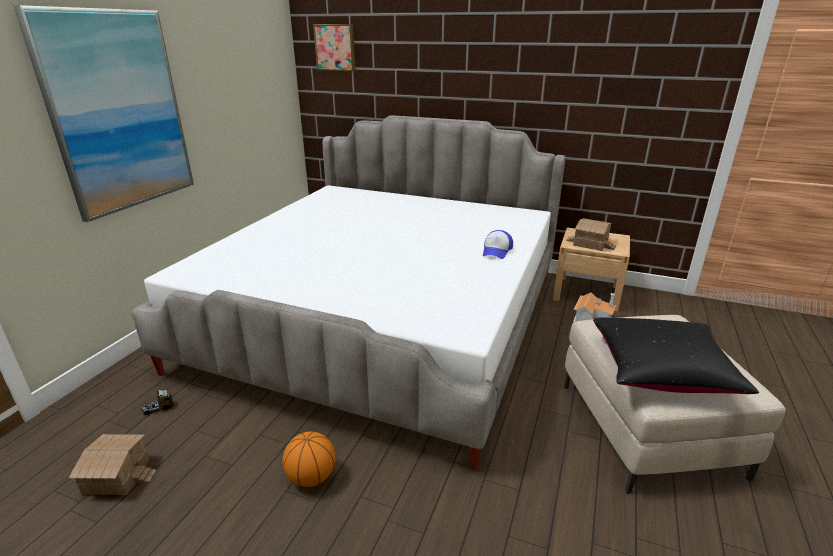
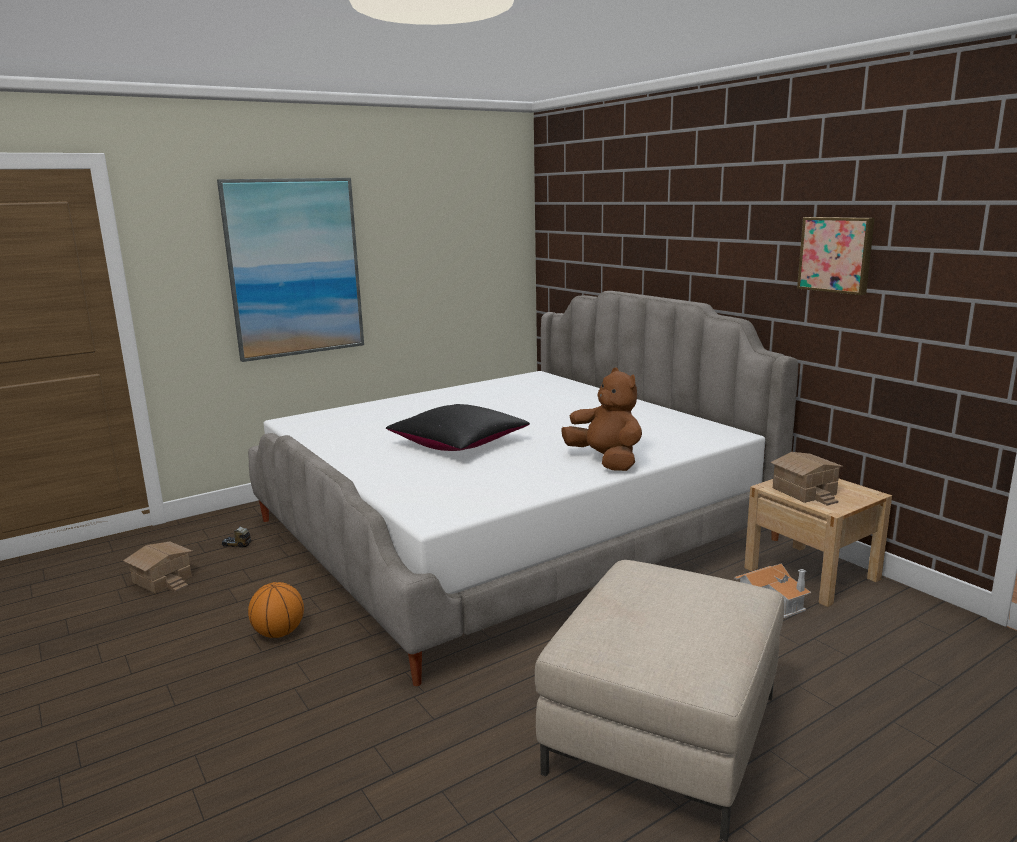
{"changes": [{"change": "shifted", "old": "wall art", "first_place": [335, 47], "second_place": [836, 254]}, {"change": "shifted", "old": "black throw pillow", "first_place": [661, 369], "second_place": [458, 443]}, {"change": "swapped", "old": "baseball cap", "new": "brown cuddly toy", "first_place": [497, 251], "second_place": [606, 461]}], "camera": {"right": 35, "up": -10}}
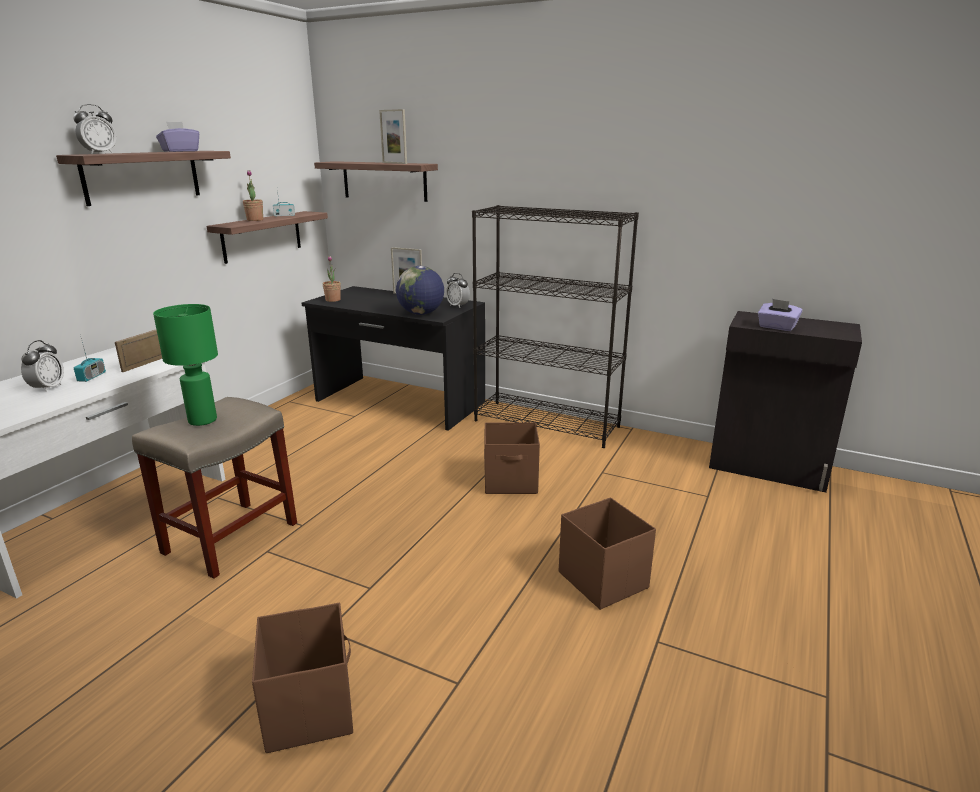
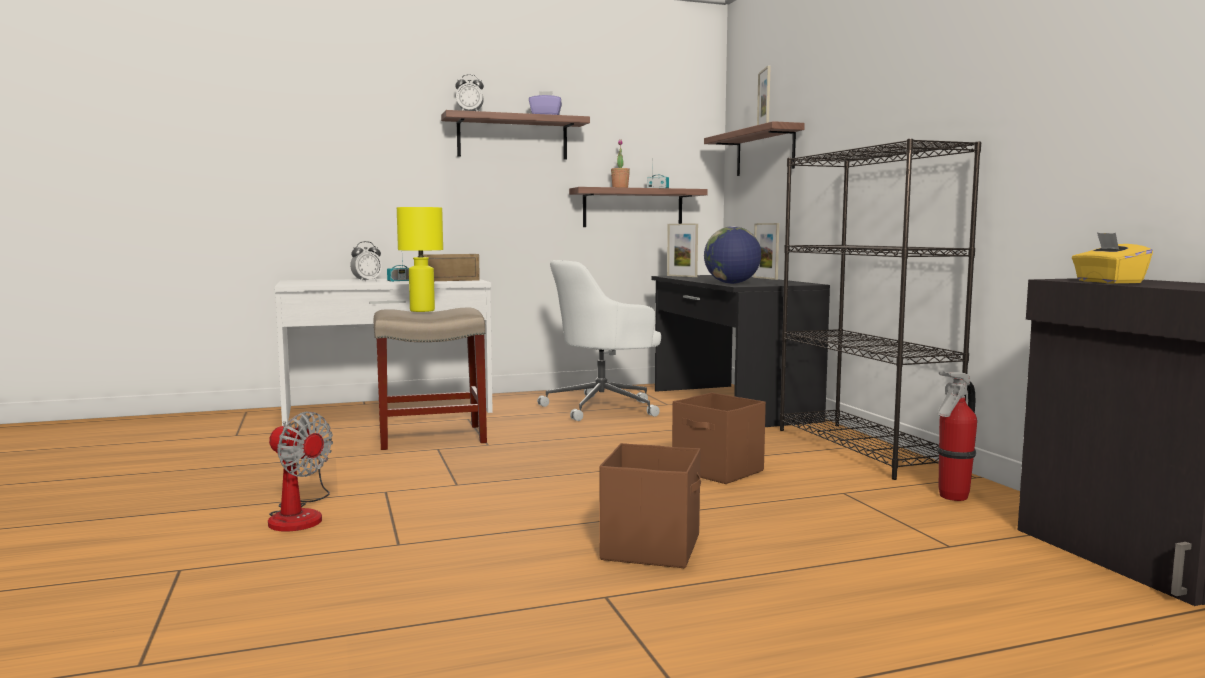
{"changes": [{"change": "gone", "old": "bedside clock", "first_place": [458, 306]}, {"change": "new", "new": "white-coloured computer chair", "second_place": [603, 407]}, {"change": "new", "new": "fire extinguisher", "second_place": [953, 497]}, {"change": "swapped", "old": "brown storage container", "new": "fan", "first_place": [310, 707], "second_place": [299, 515]}, {"change": "swapped", "old": "potted plant", "new": "picture frame", "first_place": [333, 300], "second_place": [681, 276]}, {"change": "repainted", "old": "greenish table lamp", "new": "yellow table lamp", "first_place": [202, 421], "second_place": [421, 311]}, {"change": "repainted", "old": "purple tissue holder", "new": "yellow tissue holder", "first_place": [776, 327], "second_place": [1108, 282]}], "camera": {"right": 45, "up": -15}}
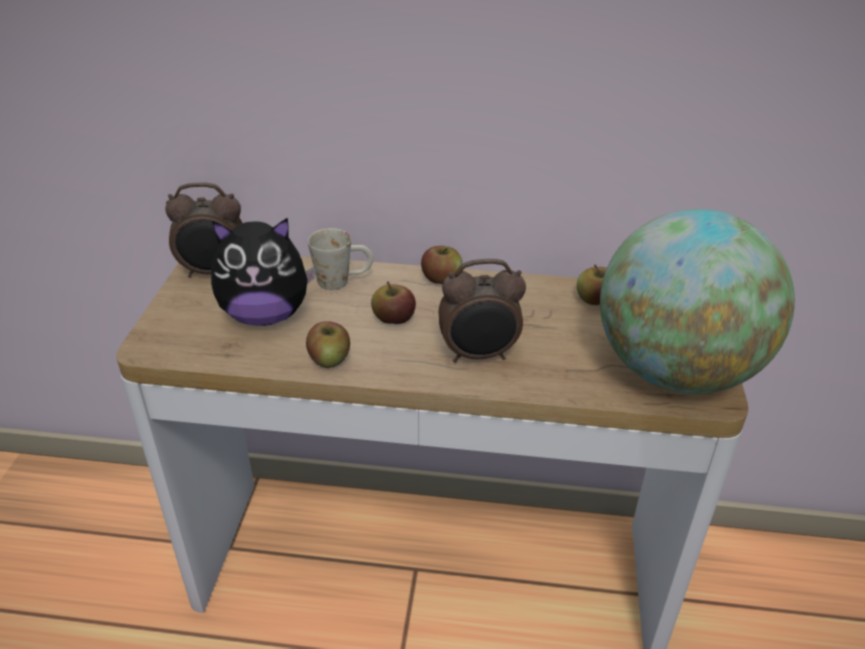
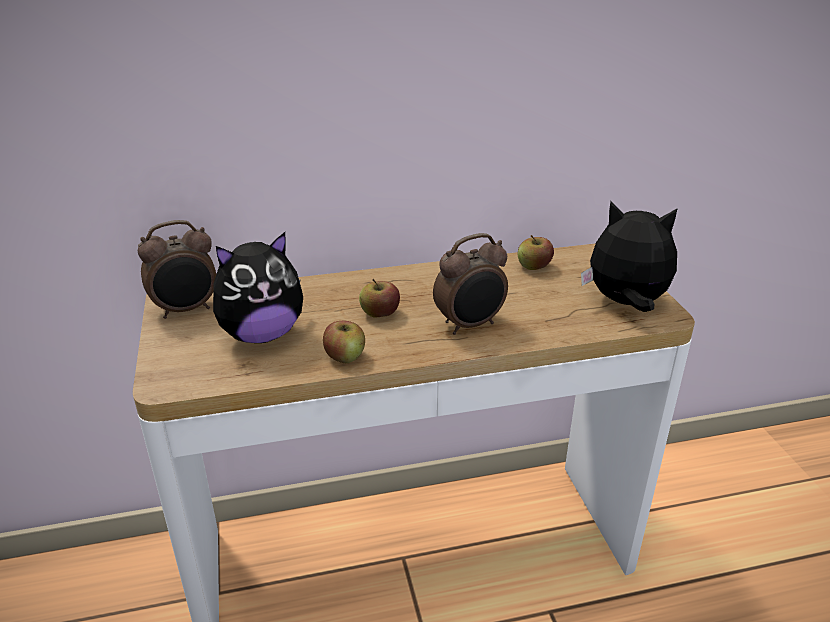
{"changes": [{"change": "gone", "old": "white-coloured coffee mug", "first_place": [343, 280]}, {"change": "gone", "old": "apple", "first_place": [441, 279]}, {"change": "swapped", "old": "globe", "new": "cuddly toy", "first_place": [675, 371], "second_place": [625, 303]}], "camera": {"right": -20, "up": -5}}
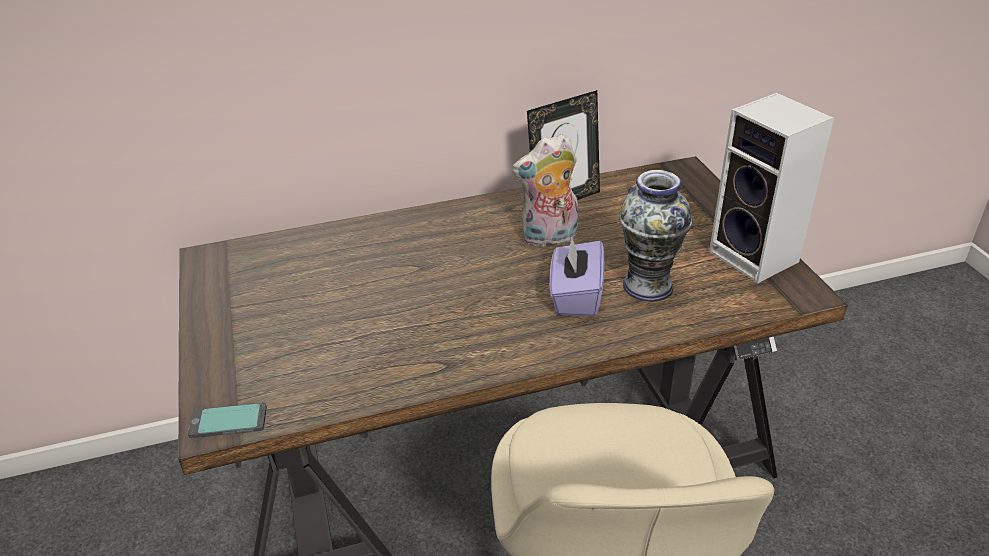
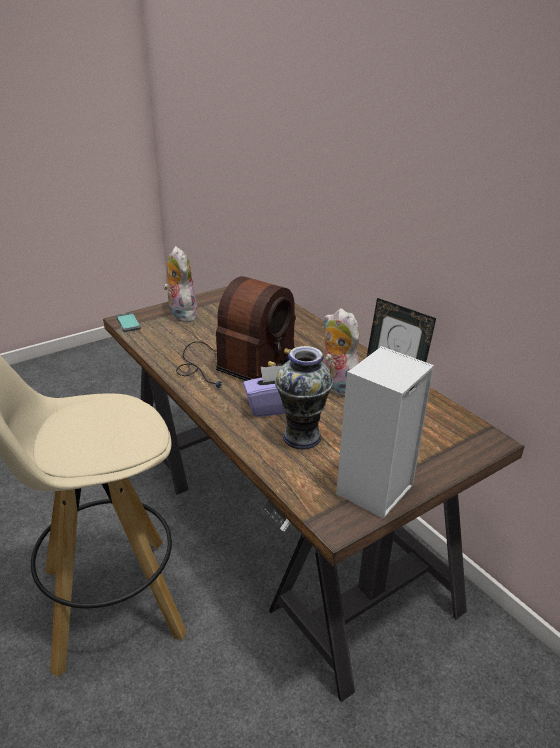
{"changes": [{"change": "new", "new": "cuddly toy", "second_place": [181, 314]}, {"change": "new", "new": "radio receiver", "second_place": [234, 364]}], "camera": {"right": 70, "up": -5}}
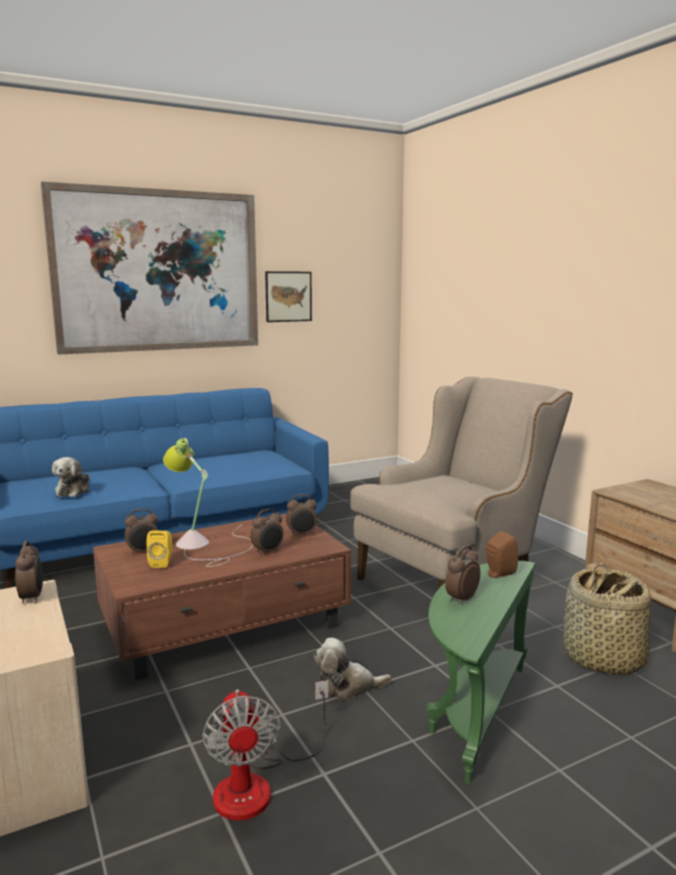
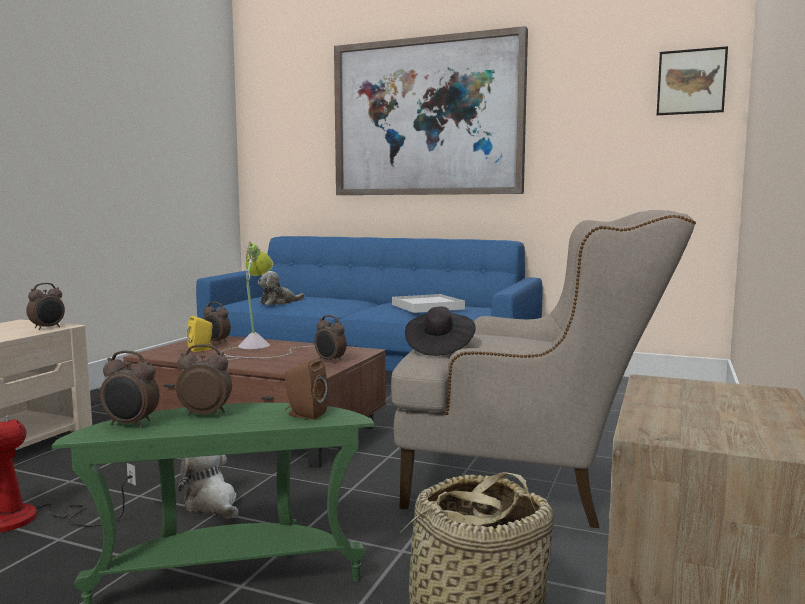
{"changes": [{"change": "new", "new": "white-coloured serving tray", "second_place": [427, 307]}, {"change": "new", "new": "black clothing hat", "second_place": [439, 348]}, {"change": "shifted", "old": "bedside clock", "first_place": [268, 552], "second_place": [131, 424]}, {"change": "shifted", "old": "wall art", "first_place": [288, 296], "second_place": [691, 82]}], "camera": {"right": 50, "up": -5}}
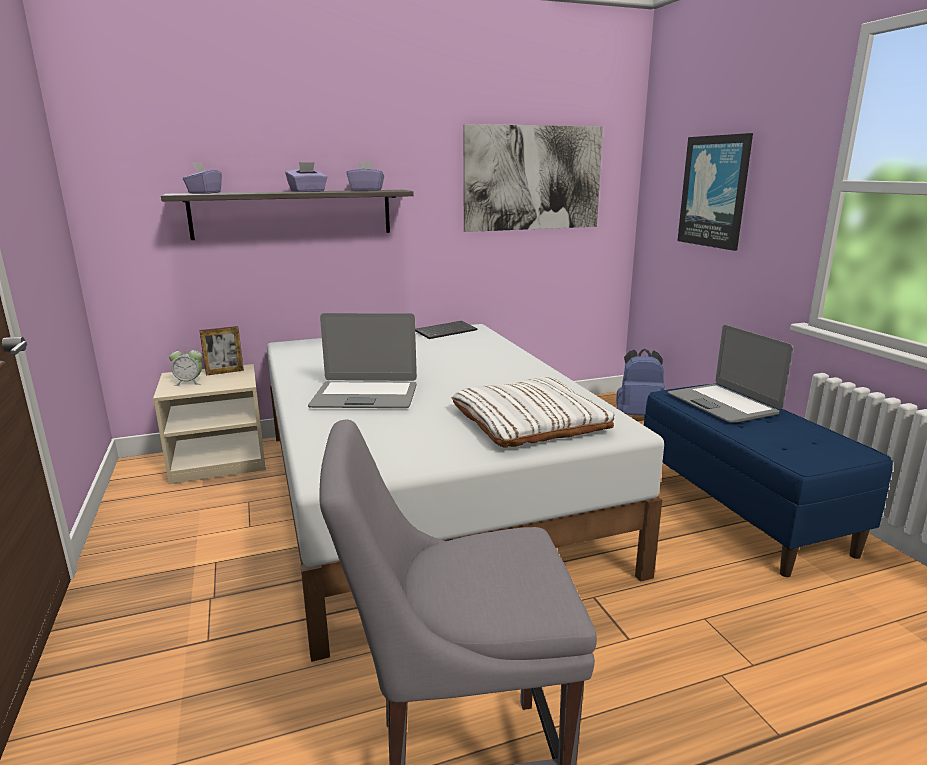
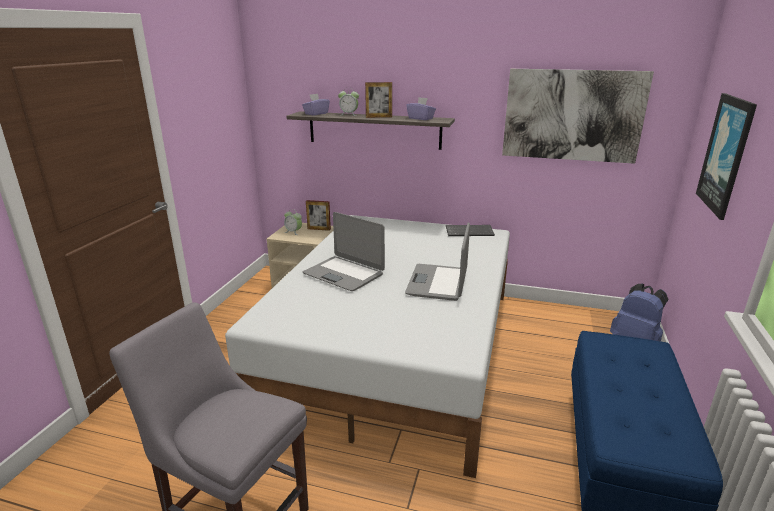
{"changes": [{"change": "gone", "old": "white-coloured throw pillow", "first_place": [529, 421]}, {"change": "new", "new": "bedside clock", "second_place": [349, 114]}, {"change": "shifted", "old": "laptop", "first_place": [723, 404], "second_place": [438, 283]}, {"change": "swapped", "old": "purple tissue holder", "new": "picture frame", "first_place": [308, 191], "second_place": [379, 117]}], "camera": {"right": 35, "up": 5}}
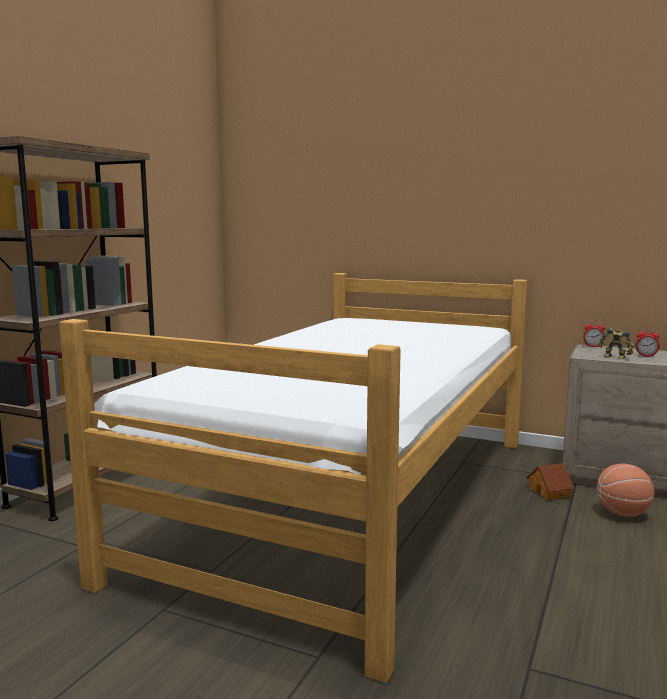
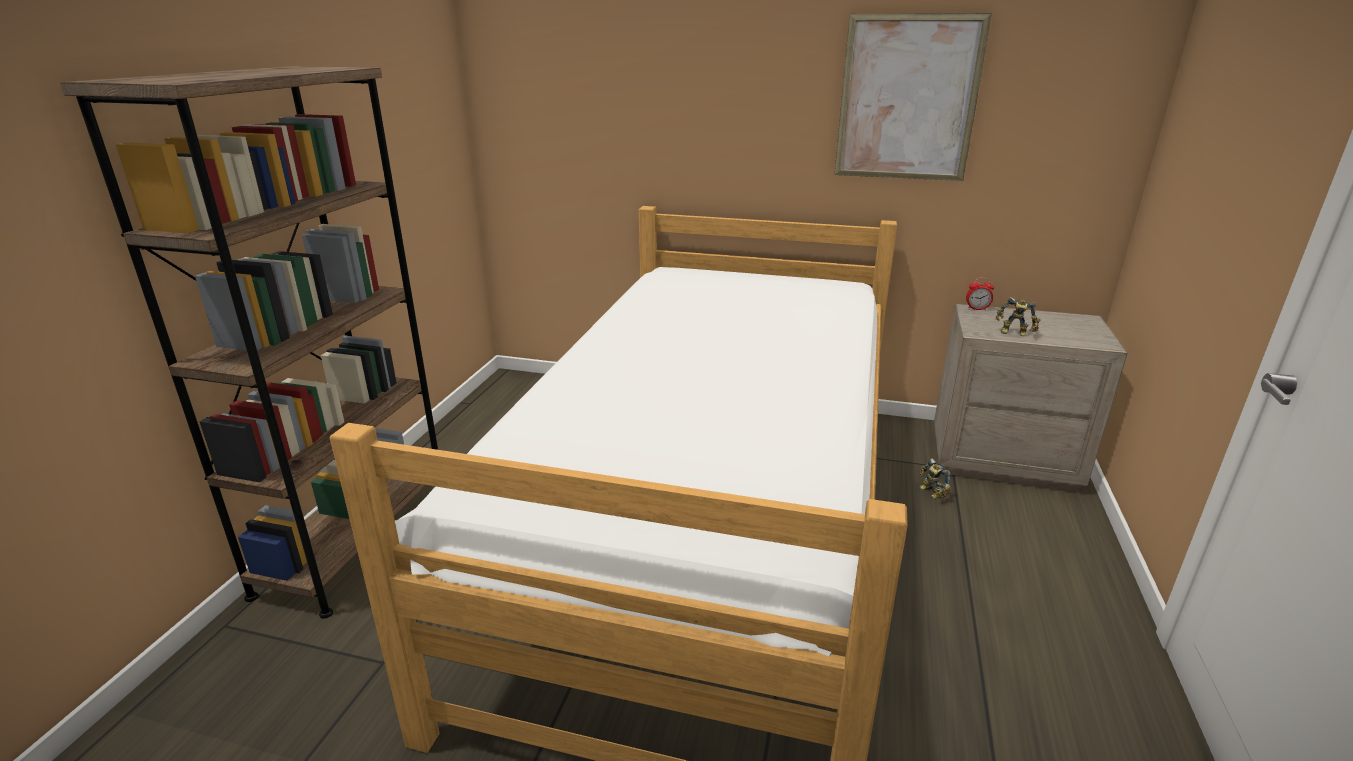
{"changes": [{"change": "gone", "old": "basketball ball", "first_place": [623, 513]}, {"change": "gone", "old": "bedside clock", "first_place": [646, 356]}, {"change": "new", "new": "wall art", "second_place": [907, 99]}, {"change": "swapped", "old": "miniature house", "new": "robot figure", "first_place": [550, 492], "second_place": [930, 493]}], "camera": {"right": -10, "up": 15}}
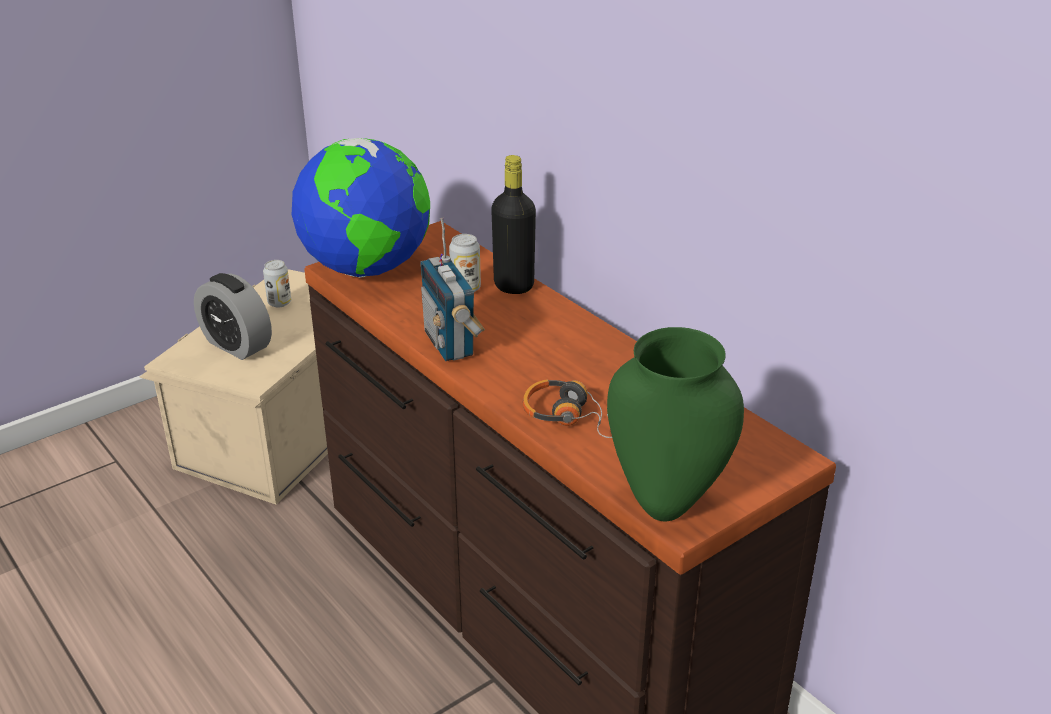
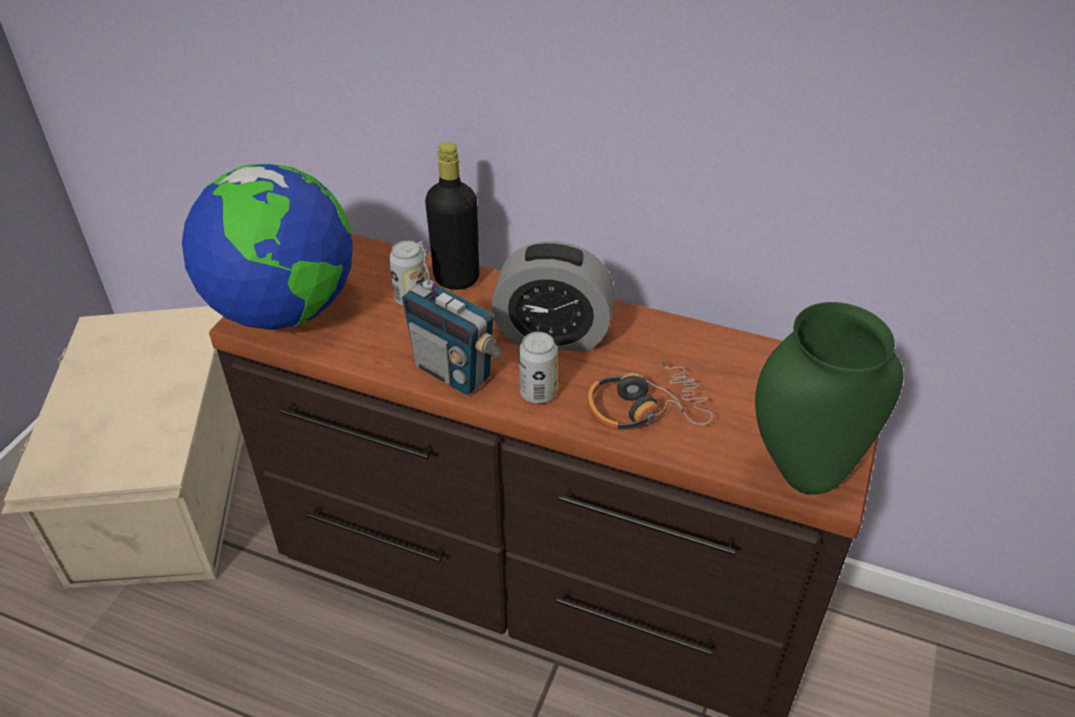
{"changes": [{"change": "shifted", "old": "bedside clock", "first_place": [237, 345], "second_place": [552, 335]}, {"change": "shifted", "old": "metal can", "first_place": [279, 303], "second_place": [538, 393]}], "camera": {"right": -30, "up": 10}}
